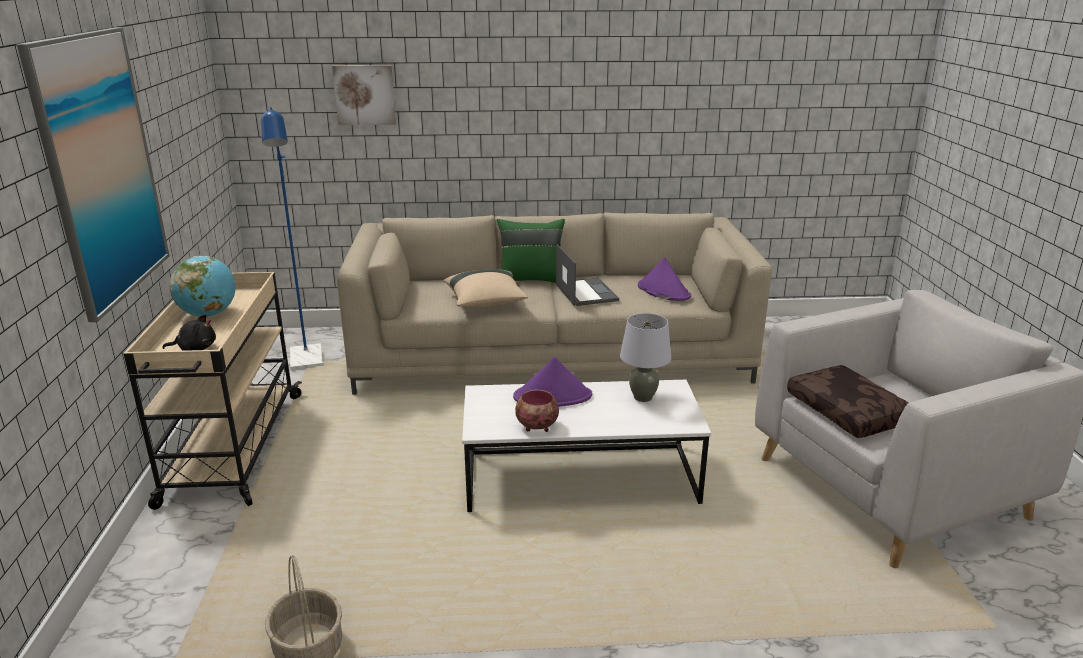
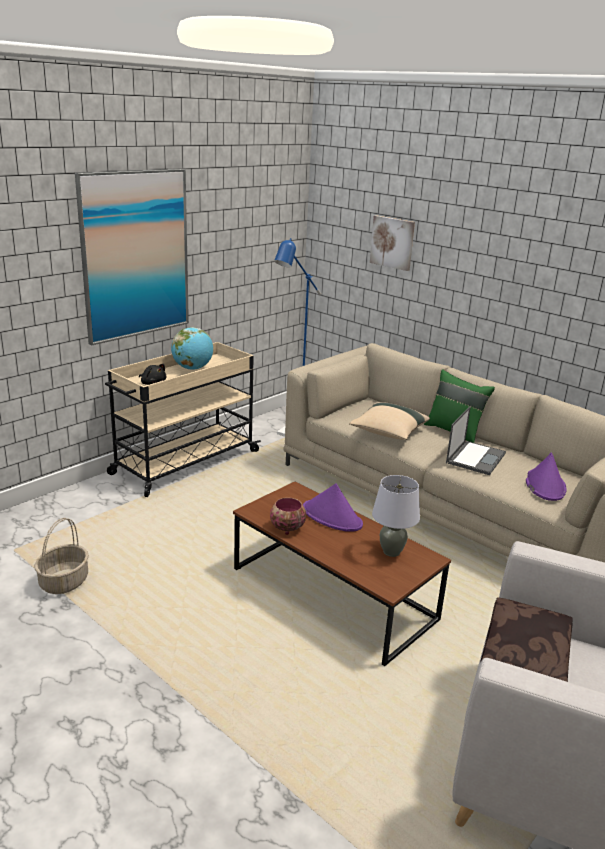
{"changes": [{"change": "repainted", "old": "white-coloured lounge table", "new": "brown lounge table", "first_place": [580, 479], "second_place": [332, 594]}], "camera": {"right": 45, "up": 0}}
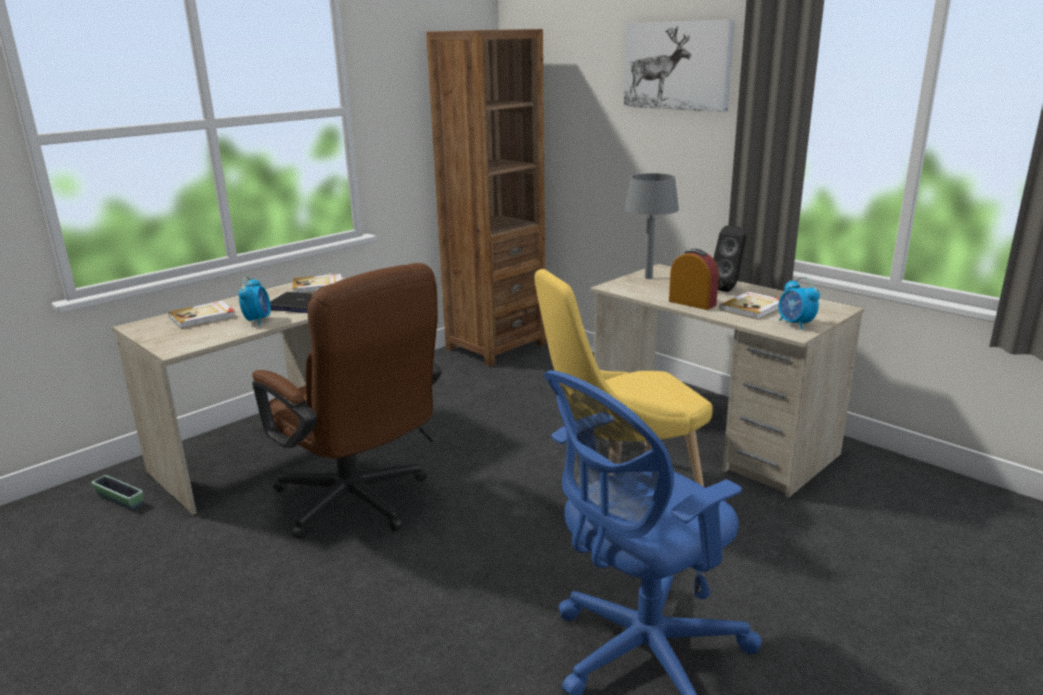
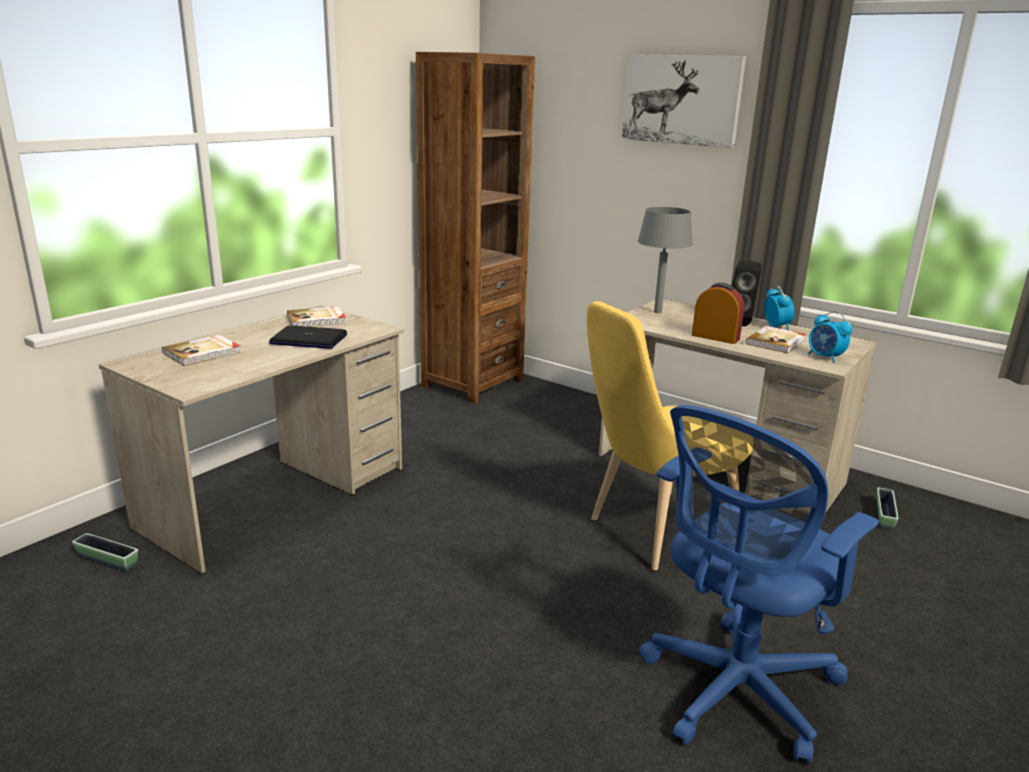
{"changes": [{"change": "gone", "old": "brown computer chair", "first_place": [360, 504]}, {"change": "new", "new": "flower pot", "second_place": [884, 516]}, {"change": "shifted", "old": "bedside clock", "first_place": [258, 320], "second_place": [776, 327]}], "camera": {"right": -10, "up": 0}}
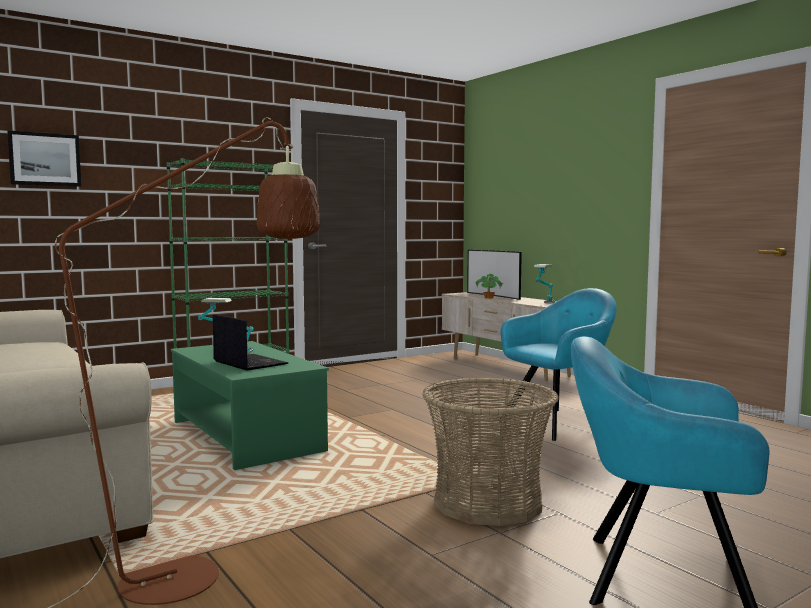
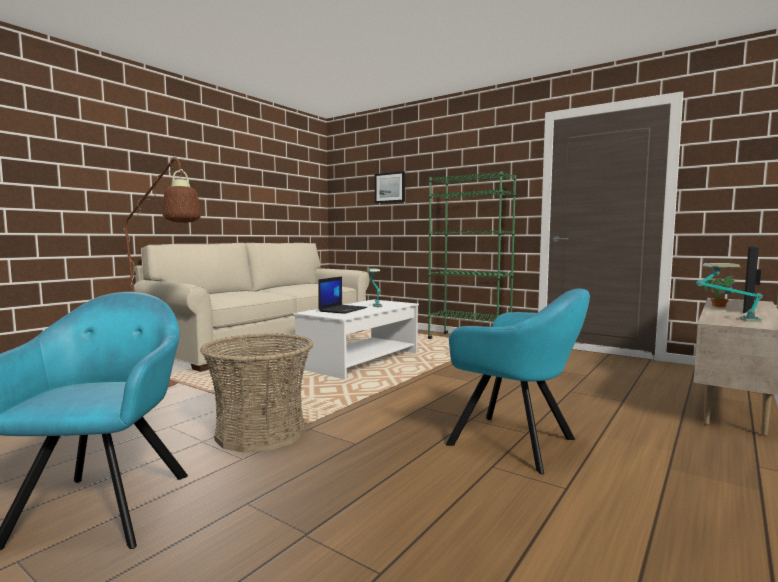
{"changes": [{"change": "repainted", "old": "greenish lounge table", "new": "white-coloured lounge table", "first_place": [245, 436], "second_place": [361, 360]}], "camera": {"right": 70, "up": 0}}
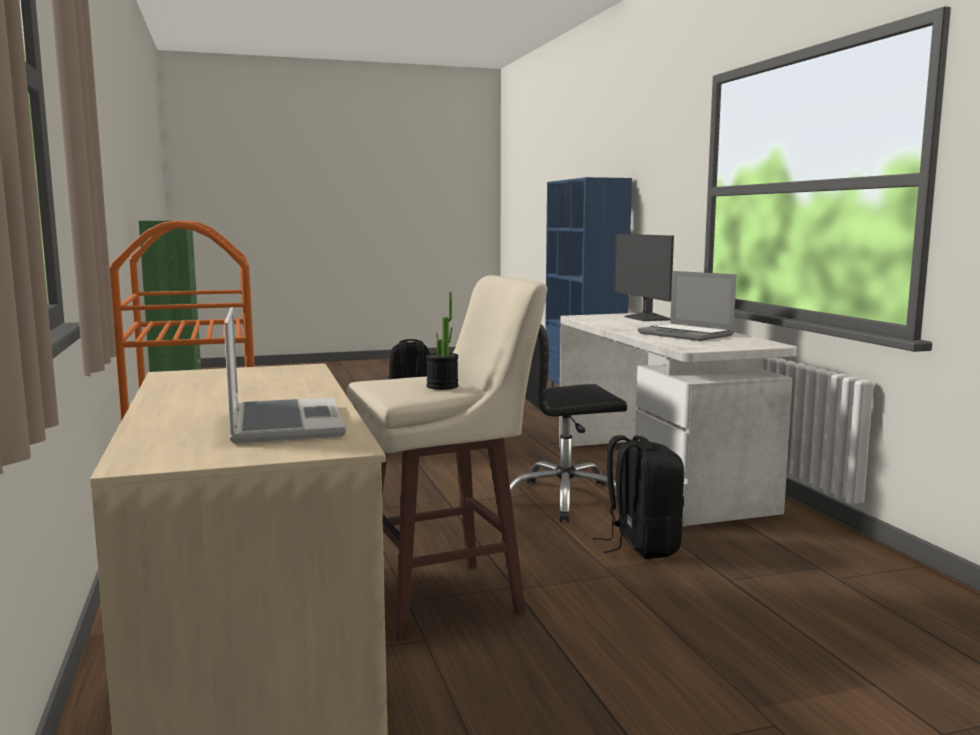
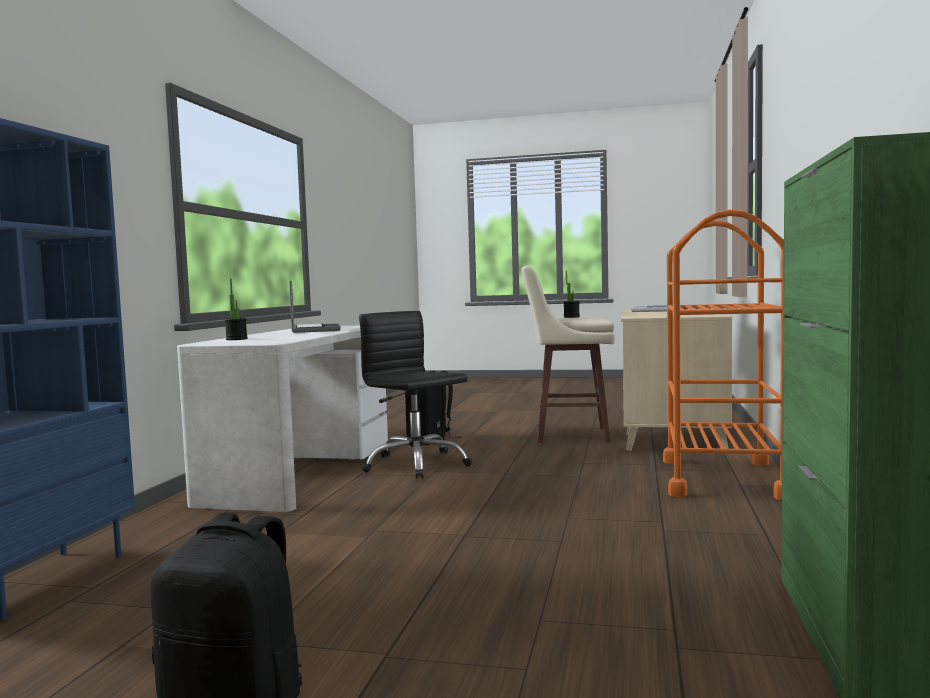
{"changes": [{"change": "swapped", "old": "computer display", "new": "potted plant", "first_place": [646, 318], "second_place": [236, 339]}, {"change": "rotated", "old": "black computer chair", "first_place": [564, 499], "second_place": [416, 464], "degrees": -150}], "camera": {"right": -150, "up": -5}}
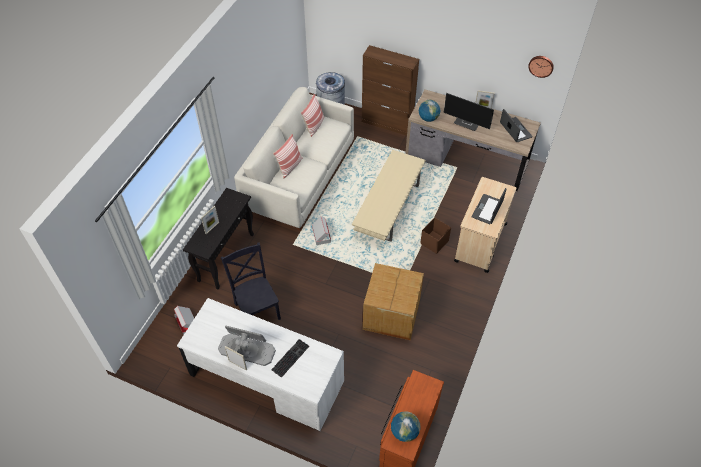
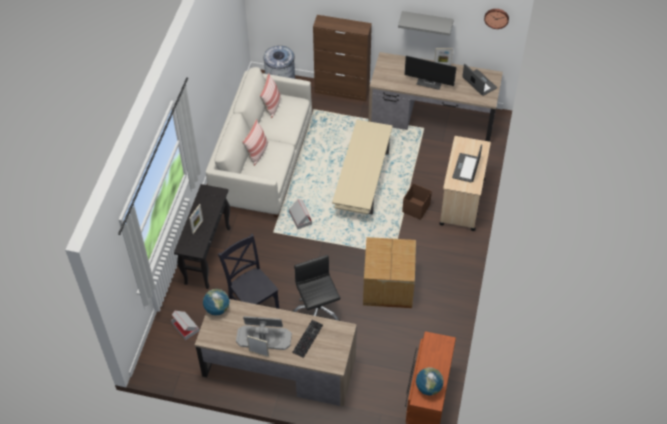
{"changes": [{"change": "new", "new": "black computer chair", "second_place": [317, 311]}, {"change": "new", "new": "greyish bracket shelf", "second_place": [427, 21]}, {"change": "shifted", "old": "globe", "first_place": [428, 118], "second_place": [217, 309]}, {"change": "repainted", "old": "white-coloured desk table", "new": "brown desk table", "first_place": [266, 378], "second_place": [279, 367]}], "camera": {"right": -10, "up": 0}}
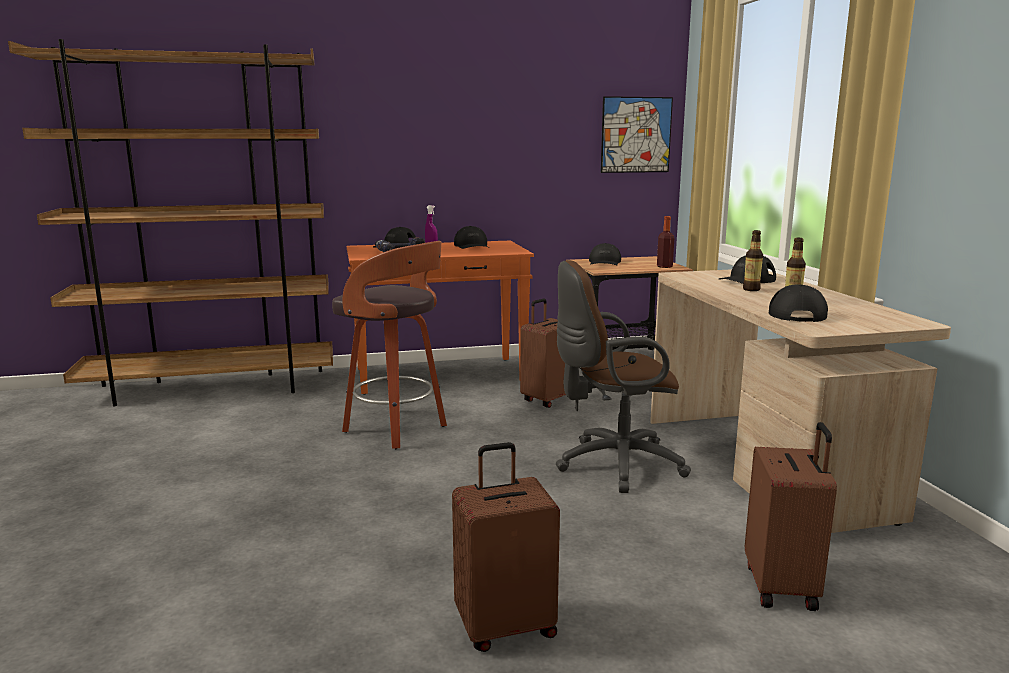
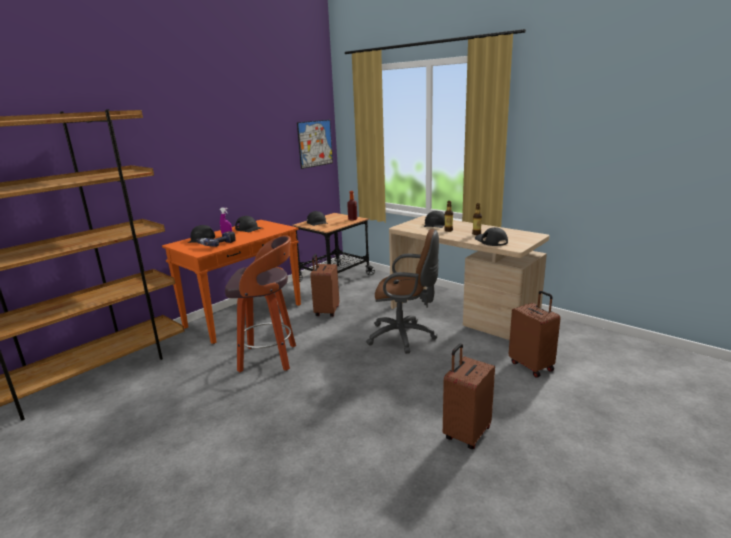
{"changes": [{"change": "rotated", "old": "brown computer chair", "first_place": [613, 465], "second_place": [404, 337], "degrees": -120}], "camera": {"right": -35, "up": 5}}
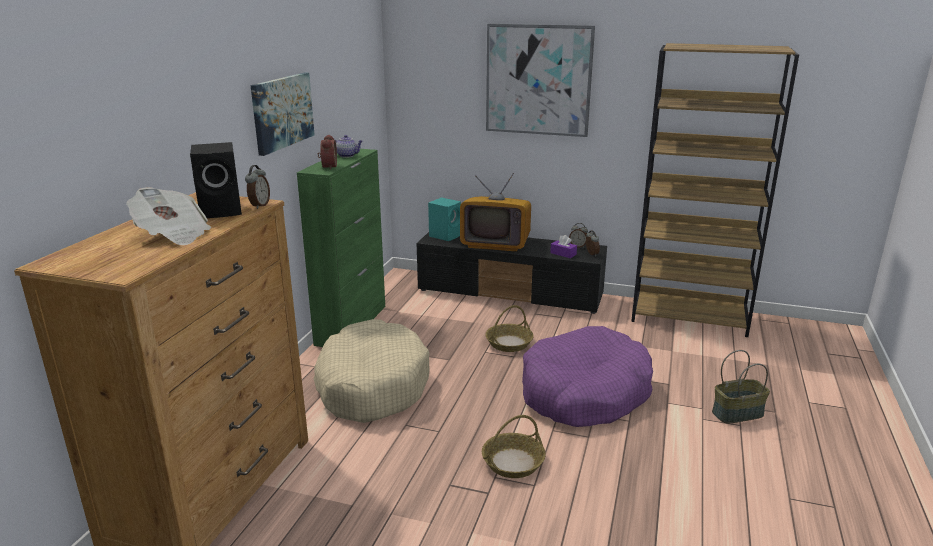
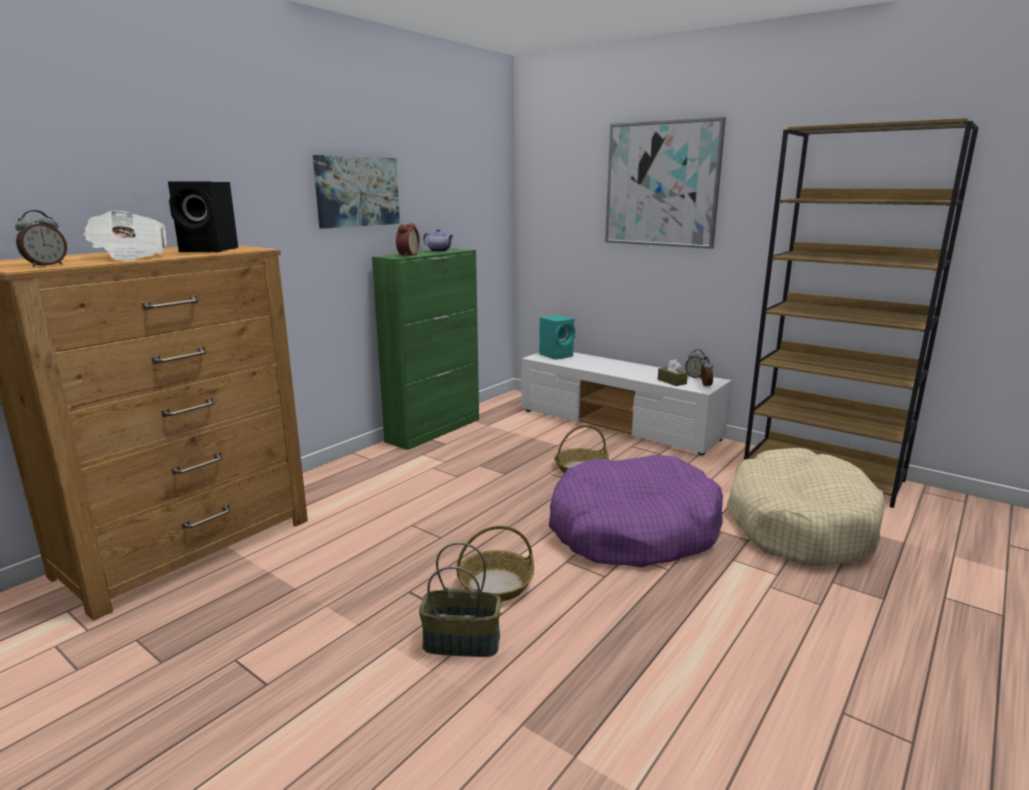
{"changes": [{"change": "gone", "old": "TV", "first_place": [495, 243]}, {"change": "shifted", "old": "bedside clock", "first_place": [259, 206], "second_place": [46, 265]}, {"change": "shifted", "old": "beige-coloured dog bed", "first_place": [372, 385], "second_place": [799, 524]}, {"change": "shifted", "old": "household basket", "first_place": [737, 413], "second_place": [462, 641]}, {"change": "repainted", "old": "black tv stand", "new": "white-coloured tv stand", "first_place": [511, 293], "second_place": [619, 425]}, {"change": "repainted", "old": "purple tissue holder", "new": "brown tissue holder", "first_place": [563, 254], "second_place": [672, 381]}], "camera": {"right": 20, "up": -5}}
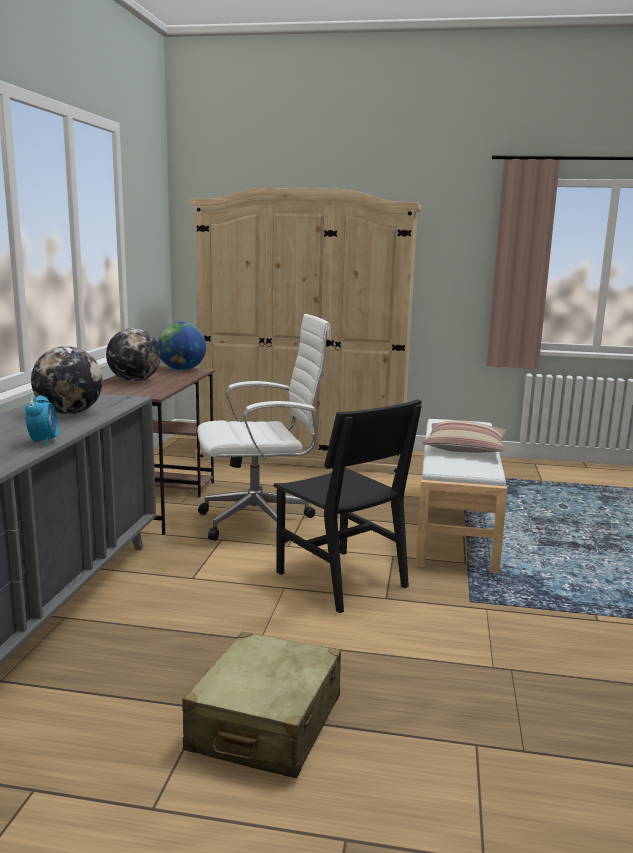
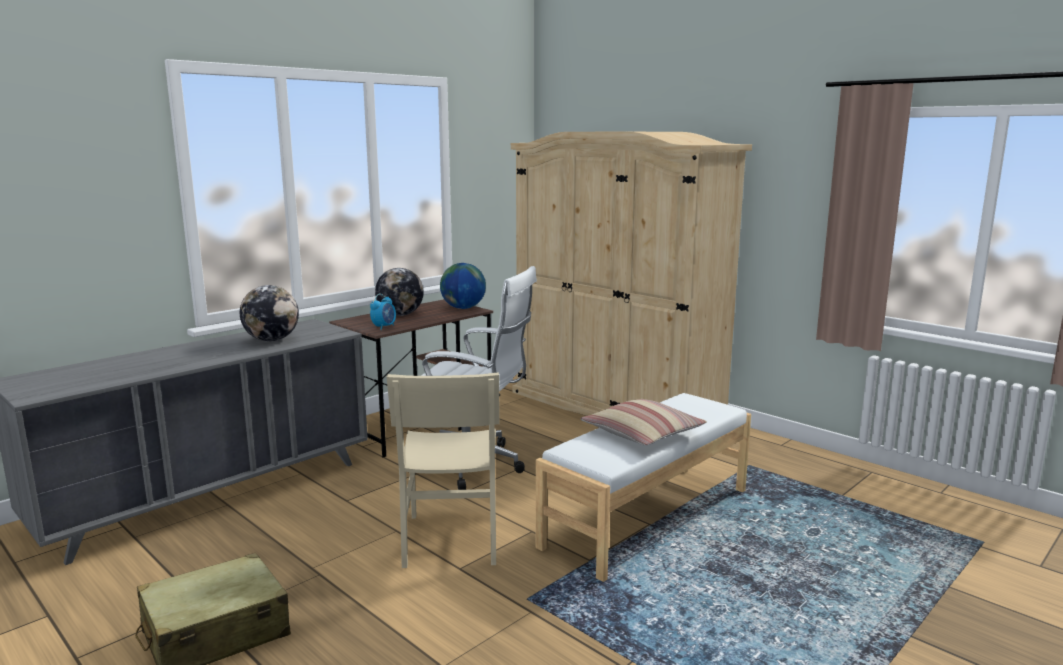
{"changes": [{"change": "shifted", "old": "bedside clock", "first_place": [44, 442], "second_place": [384, 327]}, {"change": "repainted", "old": "black plain chair", "new": "beige-coloured plain chair", "first_place": [341, 579], "second_place": [451, 538]}], "camera": {"right": 35, "up": 0}}
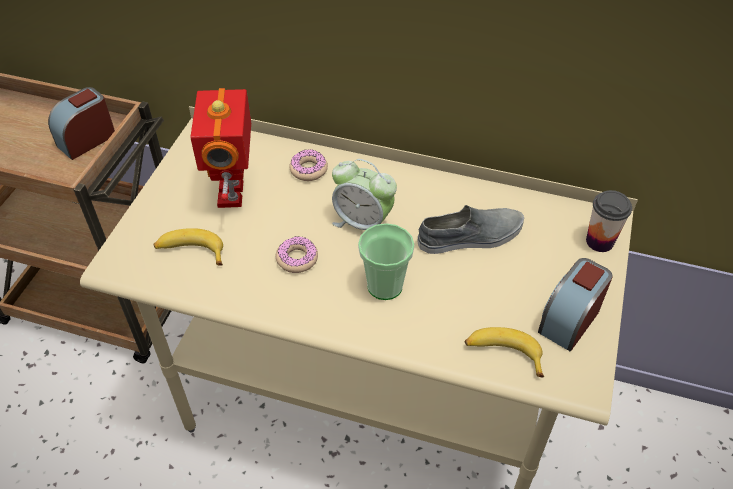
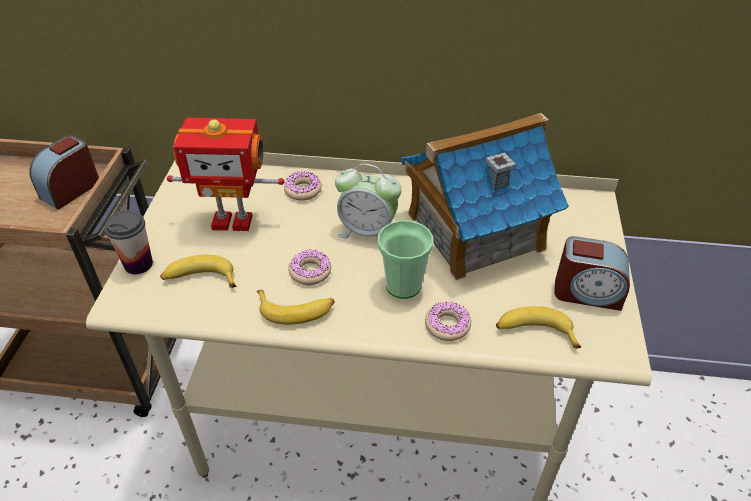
{"changes": [{"change": "new", "new": "whole banana", "second_place": [296, 310]}, {"change": "new", "new": "donut", "second_place": [447, 325]}, {"change": "shifted", "old": "cup", "first_place": [599, 241], "second_place": [138, 264]}, {"change": "swapped", "old": "greyish item of footwear", "new": "miniature house", "first_place": [471, 237], "second_place": [474, 231]}, {"change": "rotated", "old": "robot figure", "first_place": [233, 194], "second_place": [233, 220], "degrees": -75}, {"change": "rotated", "old": "bedside clock", "first_place": [569, 319], "second_place": [587, 292], "degrees": -105}], "camera": {"right": -10, "up": -5}}
